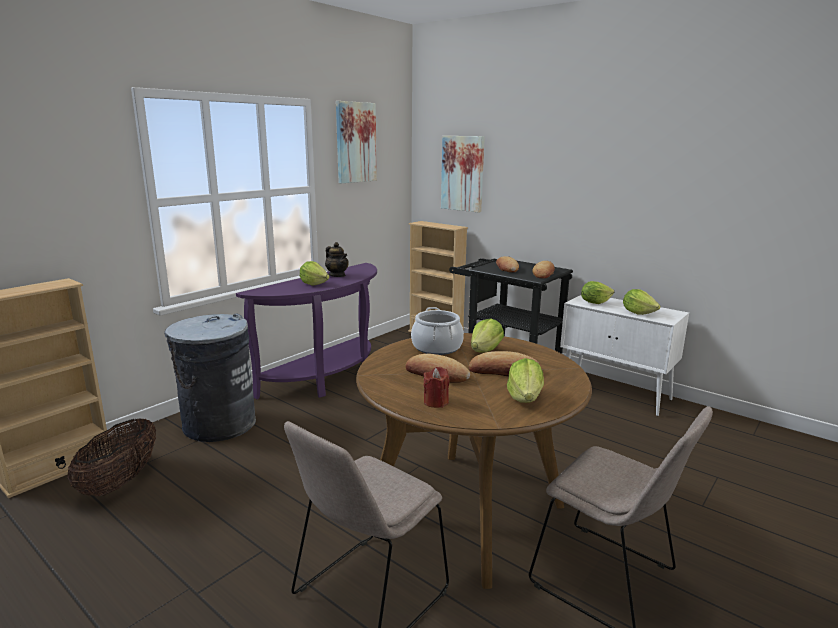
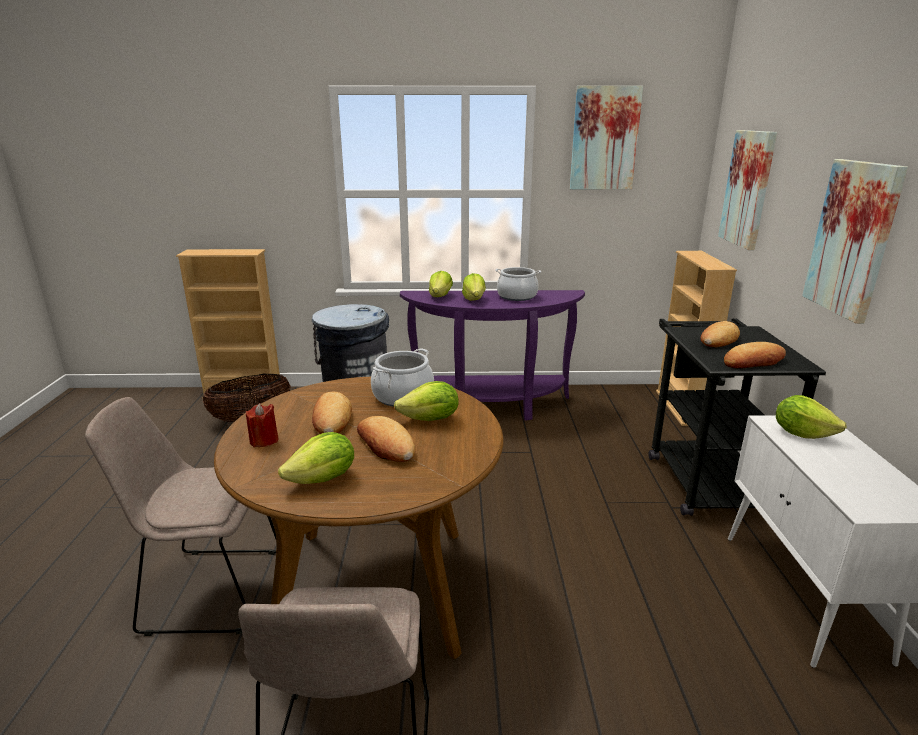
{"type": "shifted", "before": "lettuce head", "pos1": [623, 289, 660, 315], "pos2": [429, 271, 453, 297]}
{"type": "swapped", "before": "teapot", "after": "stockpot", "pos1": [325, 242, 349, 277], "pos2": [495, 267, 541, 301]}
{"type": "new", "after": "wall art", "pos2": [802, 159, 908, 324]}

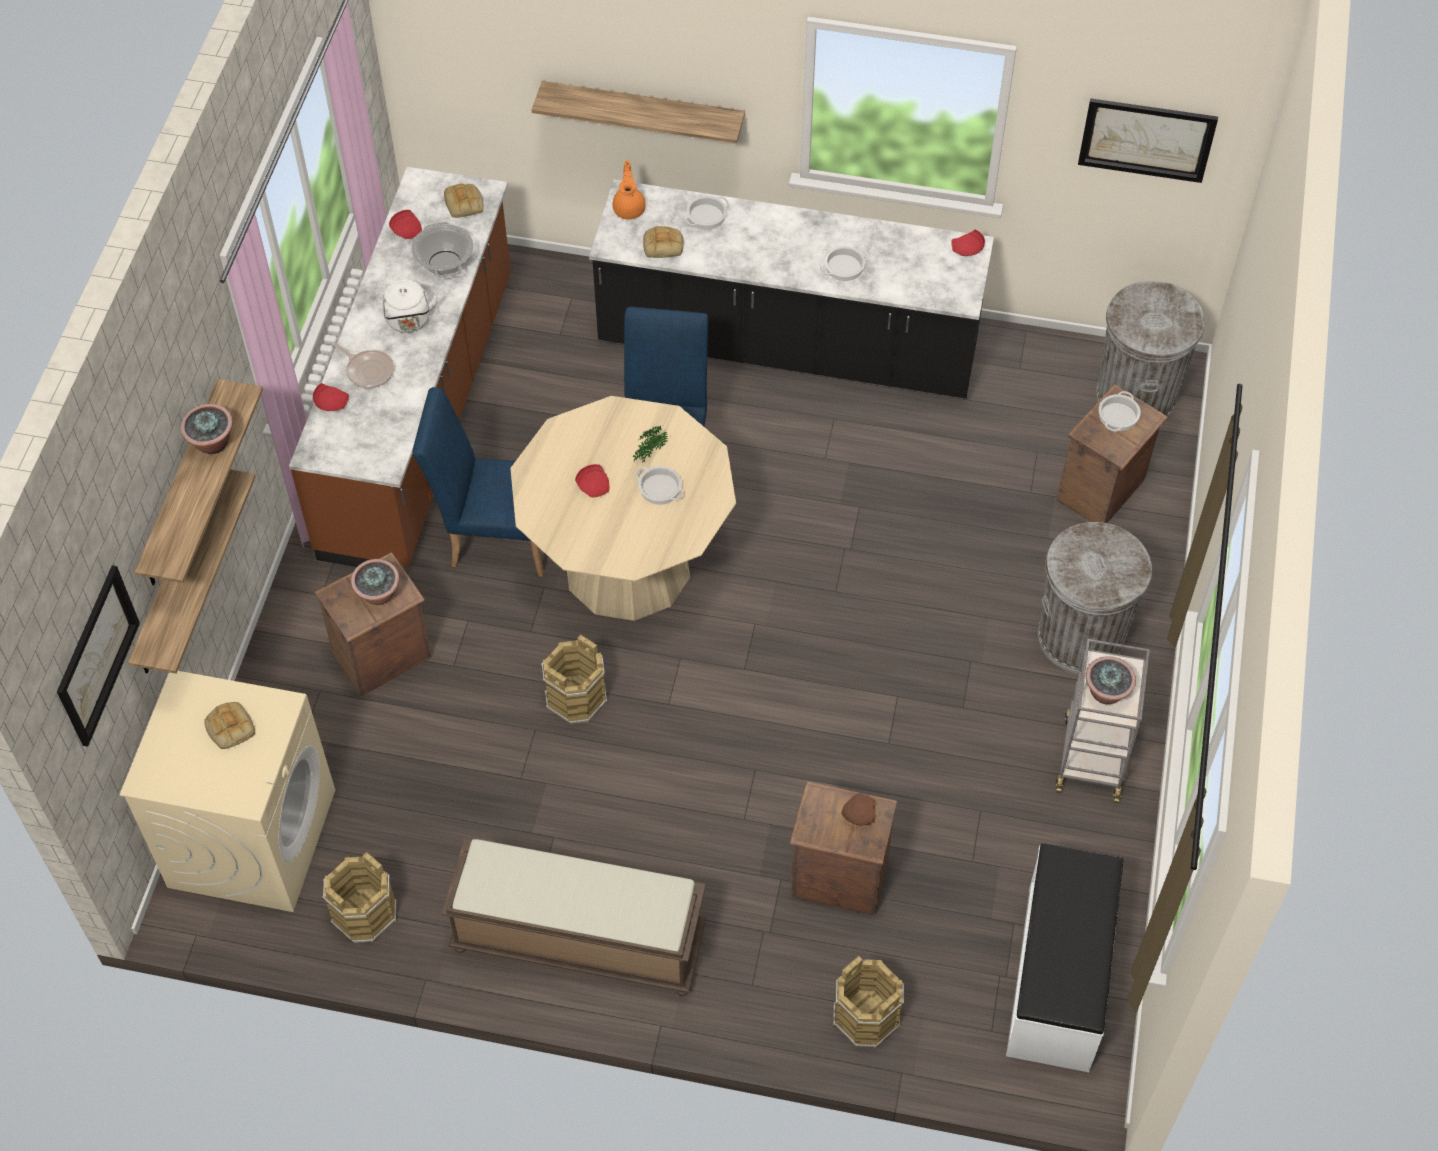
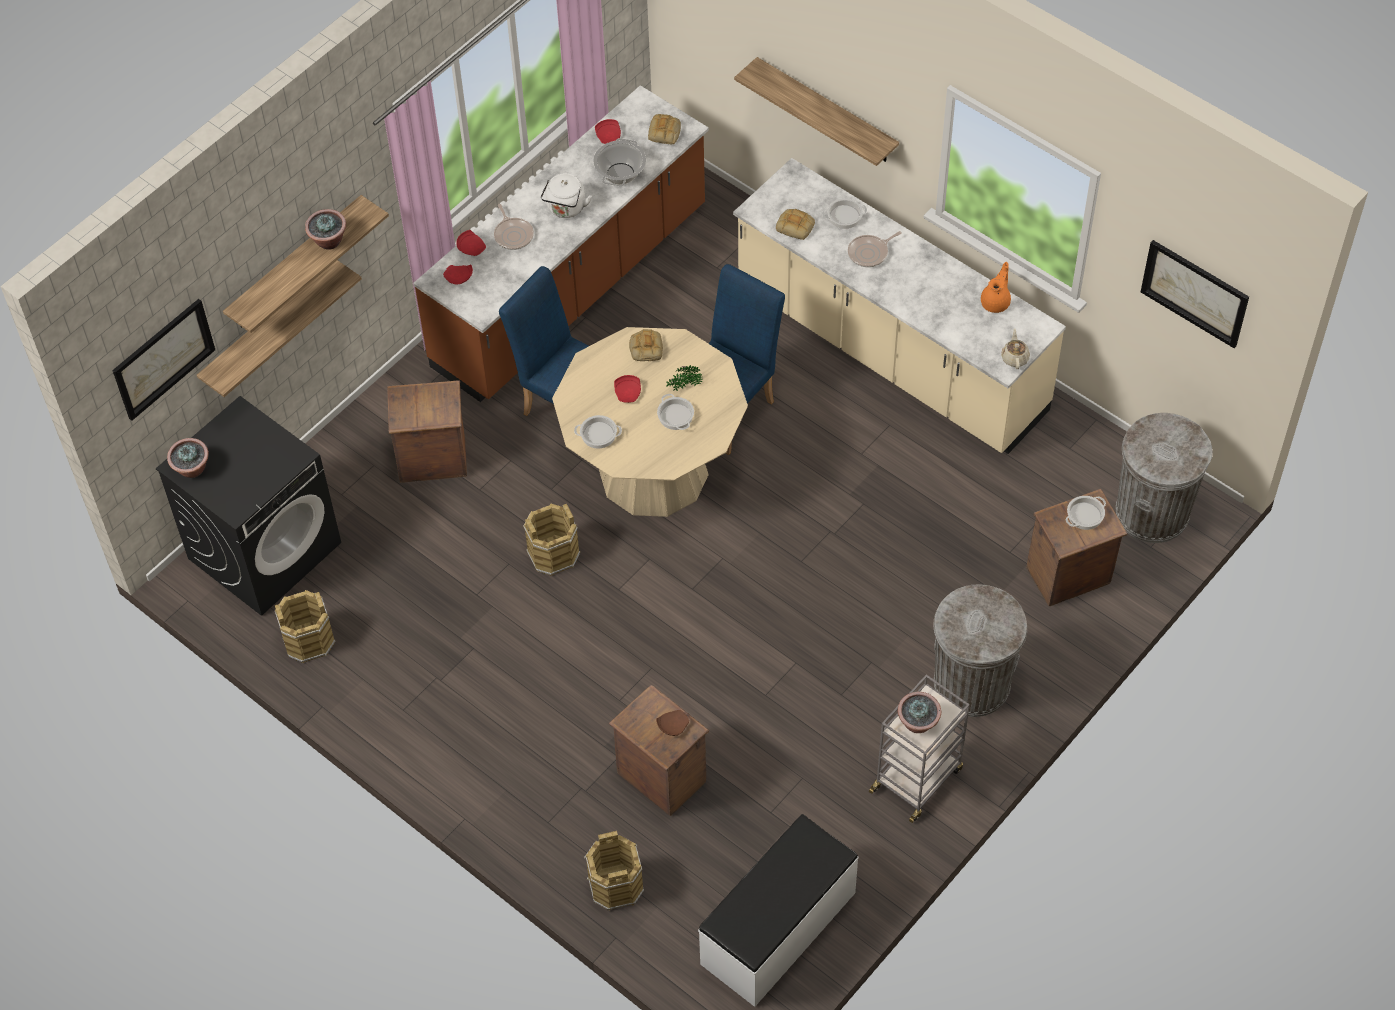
{"type": "repainted", "before": "sand-coloured laundry machine", "after": "black-coloured laundry machine", "pos1": [120, 671, 335, 912], "pos2": [156, 396, 341, 616]}
{"type": "shifted", "before": "potted plant", "pos1": [351, 559, 399, 605], "pos2": [167, 438, 209, 478]}
{"type": "shifted", "before": "reddish flat dish", "pos1": [951, 229, 985, 256], "pos2": [443, 264, 473, 284]}
{"type": "shifted", "before": "stockpot", "pos1": [820, 246, 869, 281], "pos2": [574, 415, 622, 449]}
{"type": "shifted", "before": "bread", "pos1": [204, 702, 255, 749], "pos2": [629, 329, 663, 361]}
{"type": "repainted", "before": "black-coloured kitchen base unit", "after": "sand-coloured kitchen base unit", "pos1": [589, 180, 994, 399], "pos2": [733, 158, 1066, 454]}
{"type": "new", "after": "frying pan", "pos2": [848, 231, 902, 267]}
{"type": "shifted", "before": "orange teapot", "pos1": [613, 160, 646, 220], "pos2": [981, 262, 1011, 313]}
{"type": "new", "after": "sand-coloured teapot", "pos2": [1001, 328, 1030, 369]}
{"type": "gone", "before": "brown-coloured bench", "pos1": [441, 839, 706, 996]}

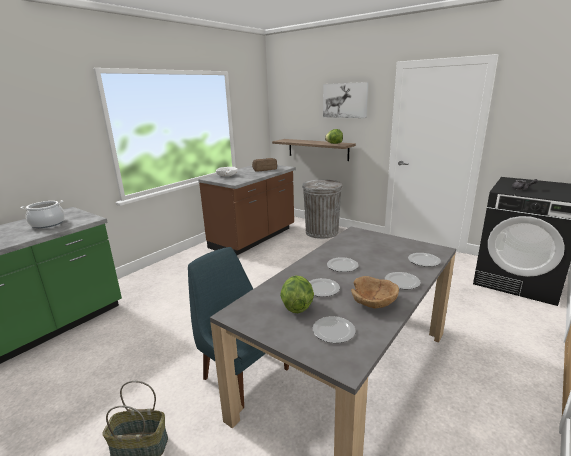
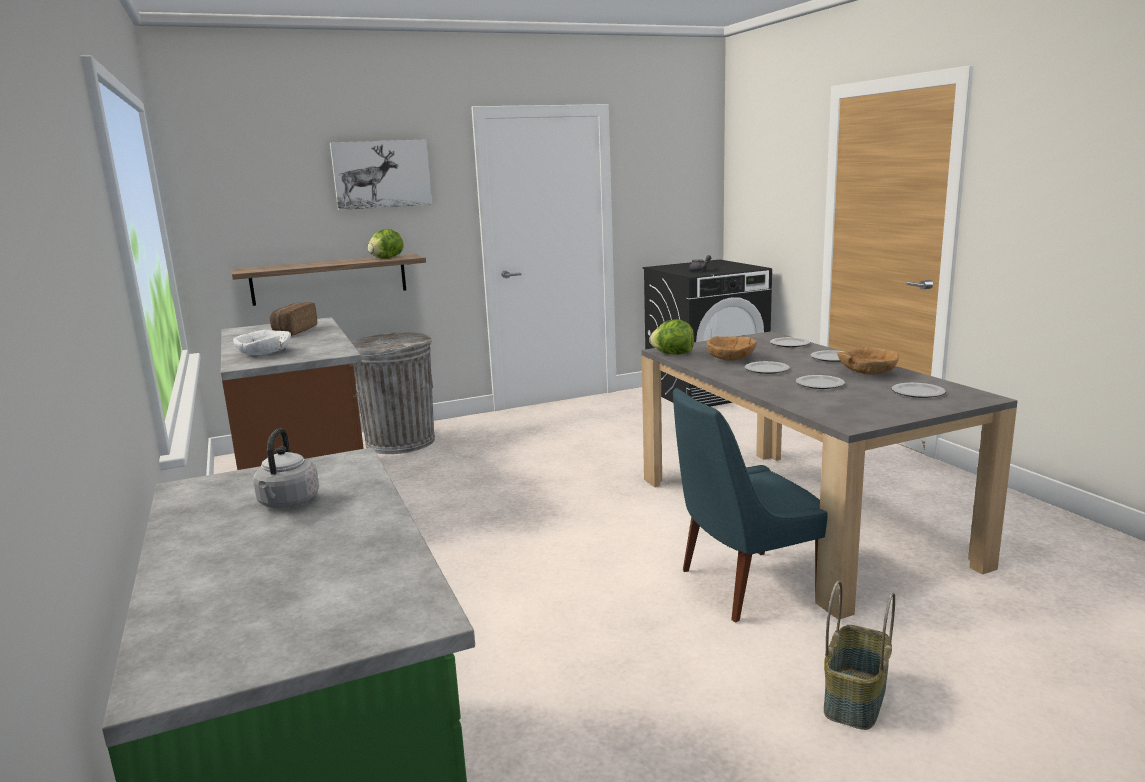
{"type": "swapped", "before": "stockpot", "after": "grey tea kettle", "pos1": [21, 200, 65, 228], "pos2": [253, 428, 319, 508]}
{"type": "shifted", "before": "lettuce head", "pos1": [280, 275, 314, 313], "pos2": [649, 319, 694, 355]}
{"type": "new", "after": "brown-coloured serving bowl", "pos2": [707, 336, 757, 361]}

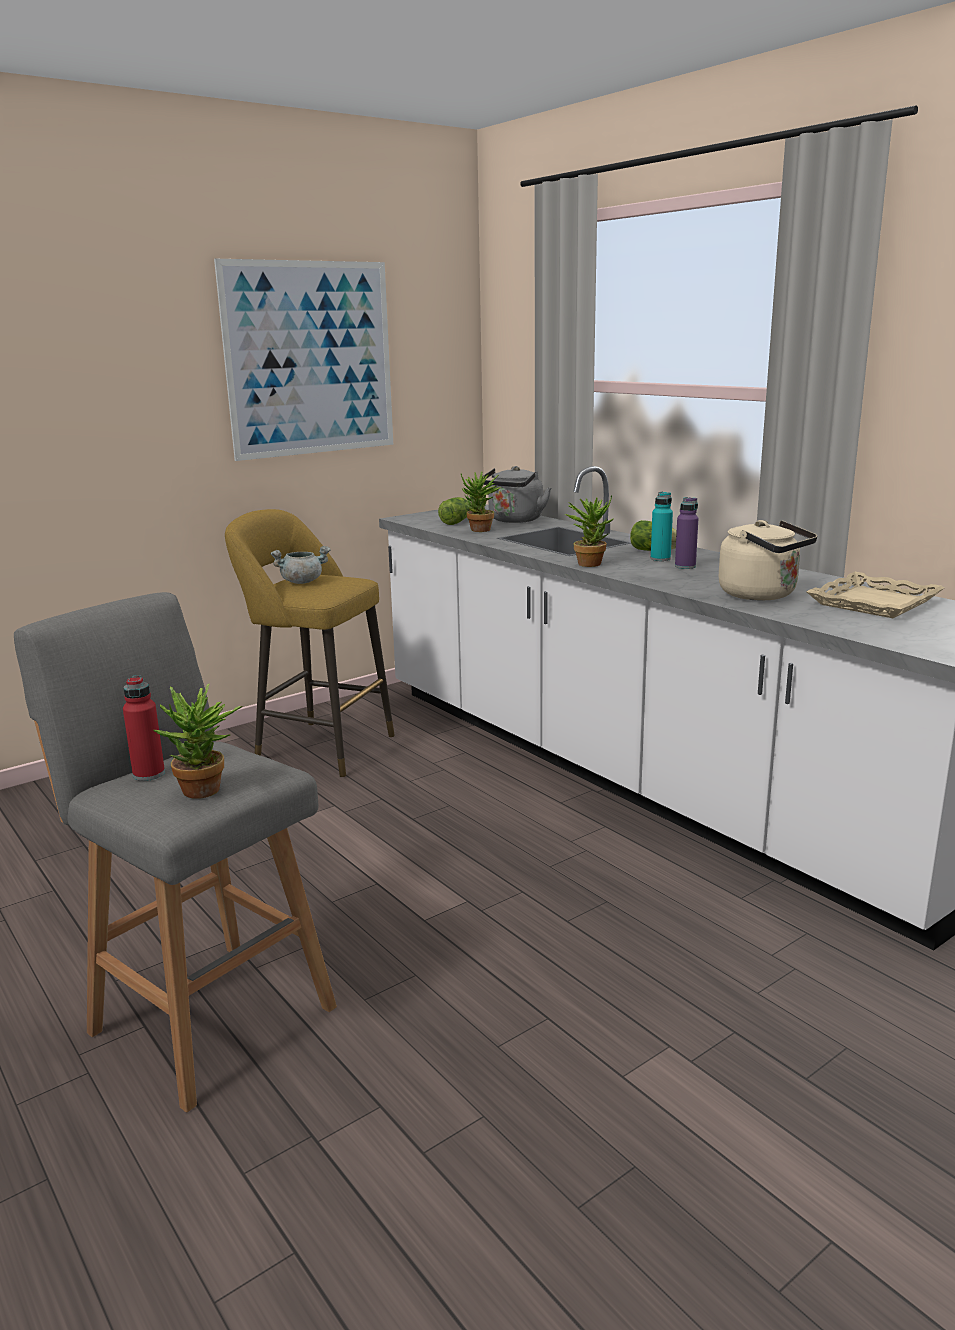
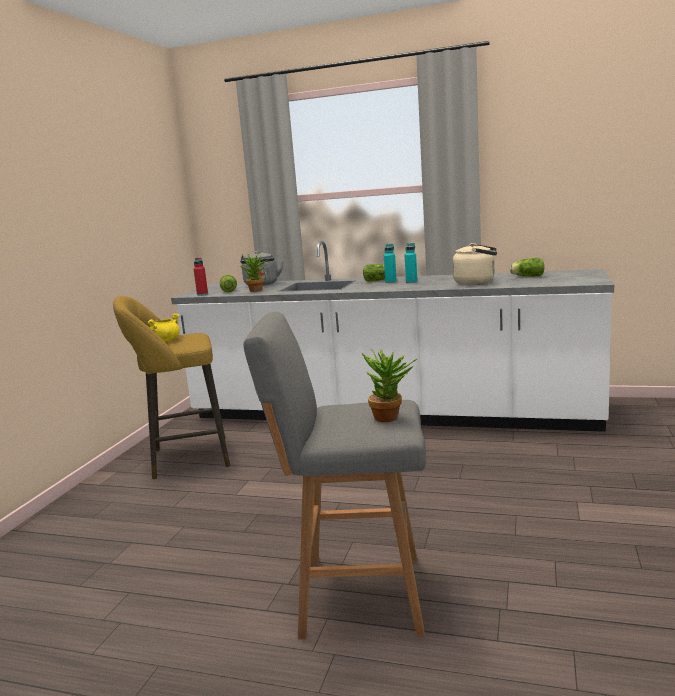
{"type": "repainted", "before": "grey stockpot", "after": "yellow stockpot", "pos1": [270, 546, 331, 584], "pos2": [147, 313, 180, 342]}
{"type": "shifted", "before": "reddish drink bottle", "pos1": [123, 675, 165, 781], "pos2": [194, 258, 208, 296]}
{"type": "repainted", "before": "purple-coloured drink bottle", "after": "blue-green drink bottle", "pos1": [675, 497, 698, 569], "pos2": [405, 243, 418, 283]}
{"type": "swapped", "before": "sand-coloured carrying tray", "after": "lettuce head", "pos1": [807, 572, 944, 618], "pos2": [509, 258, 544, 277]}
{"type": "gone", "before": "wall art", "pos1": [214, 259, 393, 461]}
{"type": "gone", "before": "potted plant", "pos1": [565, 495, 613, 567]}

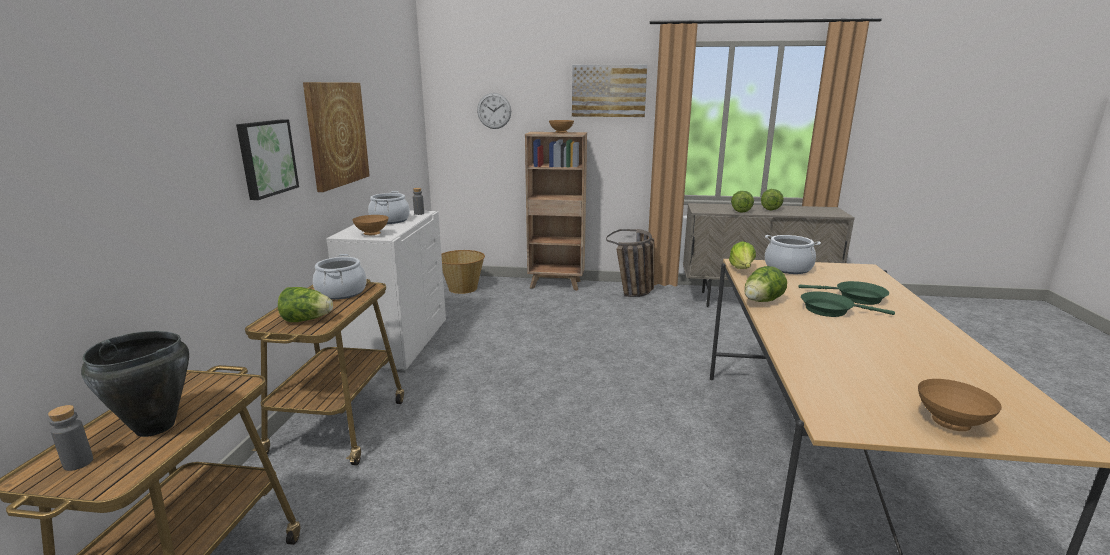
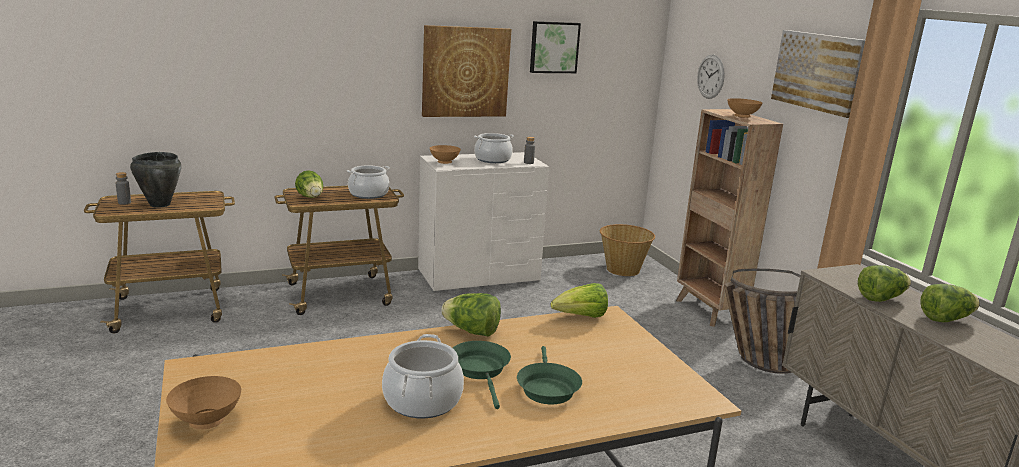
{"type": "shifted", "before": "stockpot", "pos1": [765, 235, 821, 274], "pos2": [382, 334, 464, 418]}
{"type": "shifted", "before": "wall art", "pos1": [236, 119, 299, 200], "pos2": [530, 21, 581, 73]}

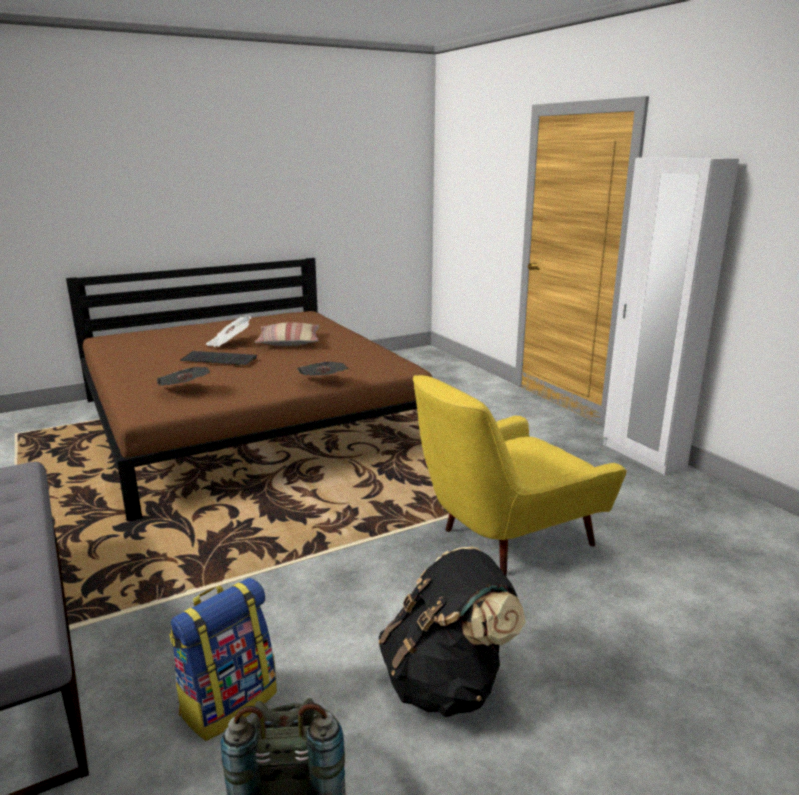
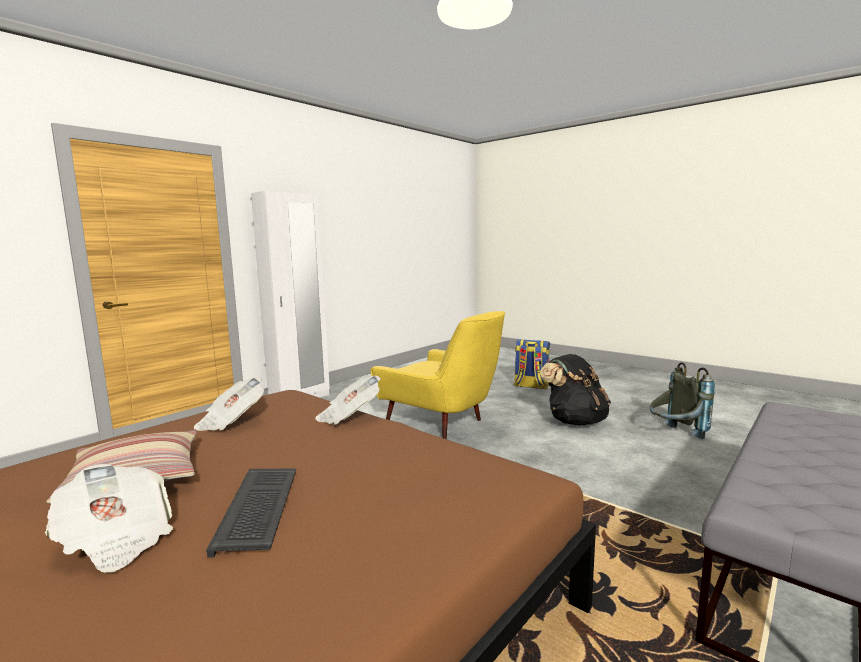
{"type": "shifted", "before": "daily paper", "pos1": [157, 367, 210, 386], "pos2": [194, 377, 264, 431]}
{"type": "shifted", "before": "rucksack", "pos1": [169, 578, 277, 741], "pos2": [514, 339, 550, 389]}

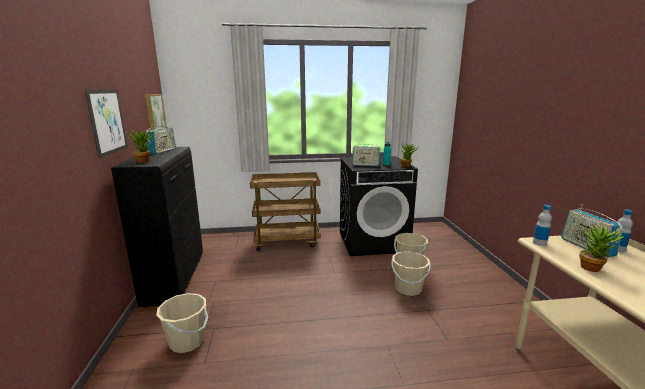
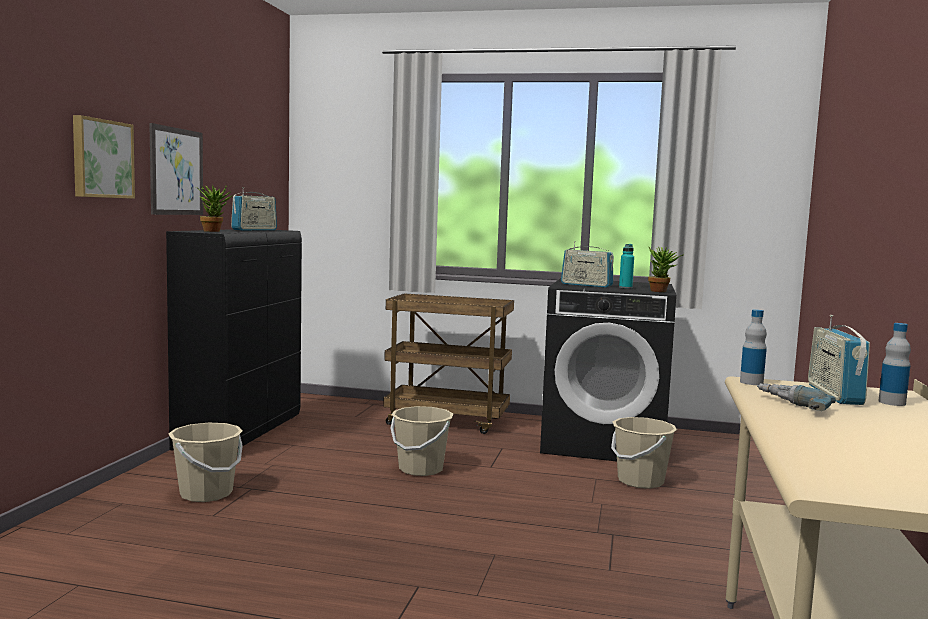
{"type": "shifted", "before": "wall art", "pos1": [145, 94, 166, 130], "pos2": [73, 115, 135, 199]}
{"type": "shifted", "before": "sand-coloured bucket", "pos1": [391, 251, 430, 296], "pos2": [391, 406, 453, 476]}
{"type": "swapped", "before": "potted plant", "after": "drill", "pos1": [579, 223, 625, 272], "pos2": [757, 383, 836, 411]}

